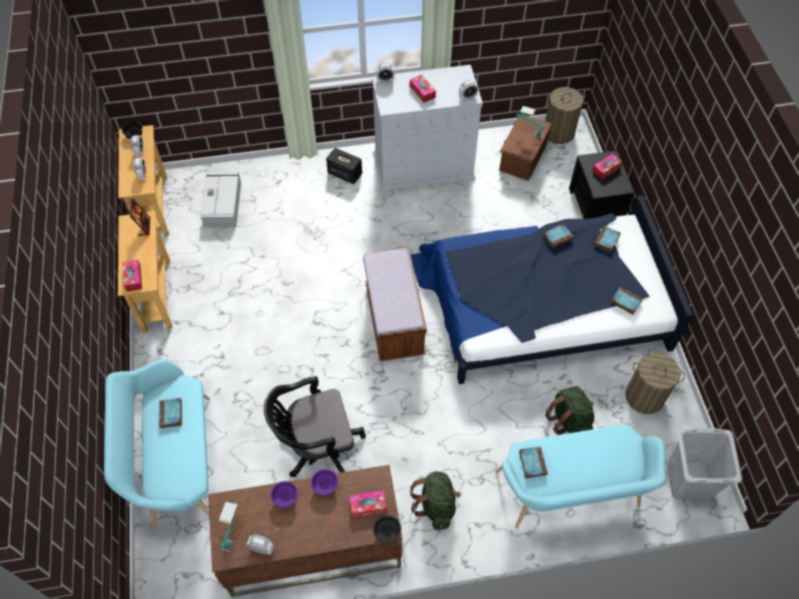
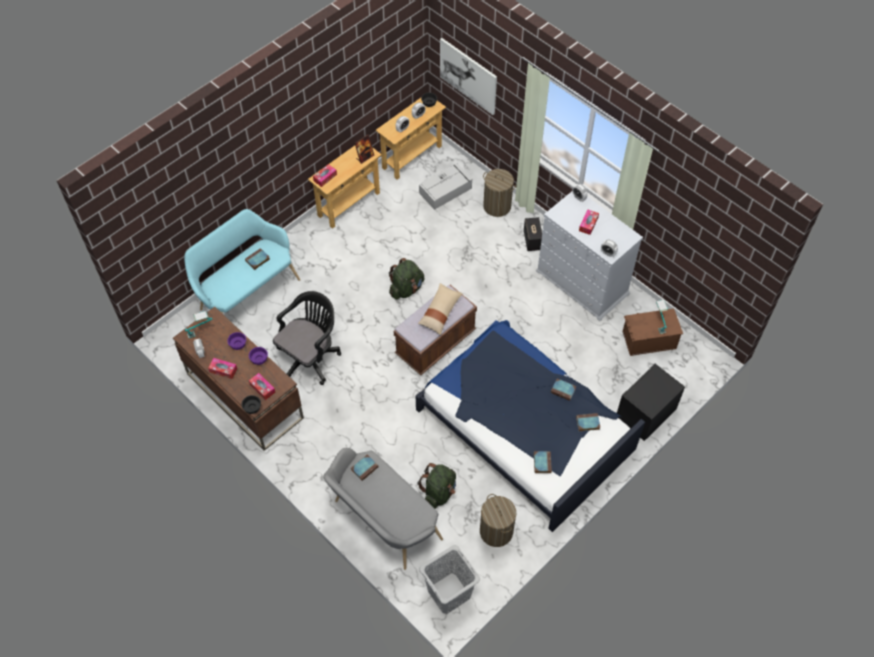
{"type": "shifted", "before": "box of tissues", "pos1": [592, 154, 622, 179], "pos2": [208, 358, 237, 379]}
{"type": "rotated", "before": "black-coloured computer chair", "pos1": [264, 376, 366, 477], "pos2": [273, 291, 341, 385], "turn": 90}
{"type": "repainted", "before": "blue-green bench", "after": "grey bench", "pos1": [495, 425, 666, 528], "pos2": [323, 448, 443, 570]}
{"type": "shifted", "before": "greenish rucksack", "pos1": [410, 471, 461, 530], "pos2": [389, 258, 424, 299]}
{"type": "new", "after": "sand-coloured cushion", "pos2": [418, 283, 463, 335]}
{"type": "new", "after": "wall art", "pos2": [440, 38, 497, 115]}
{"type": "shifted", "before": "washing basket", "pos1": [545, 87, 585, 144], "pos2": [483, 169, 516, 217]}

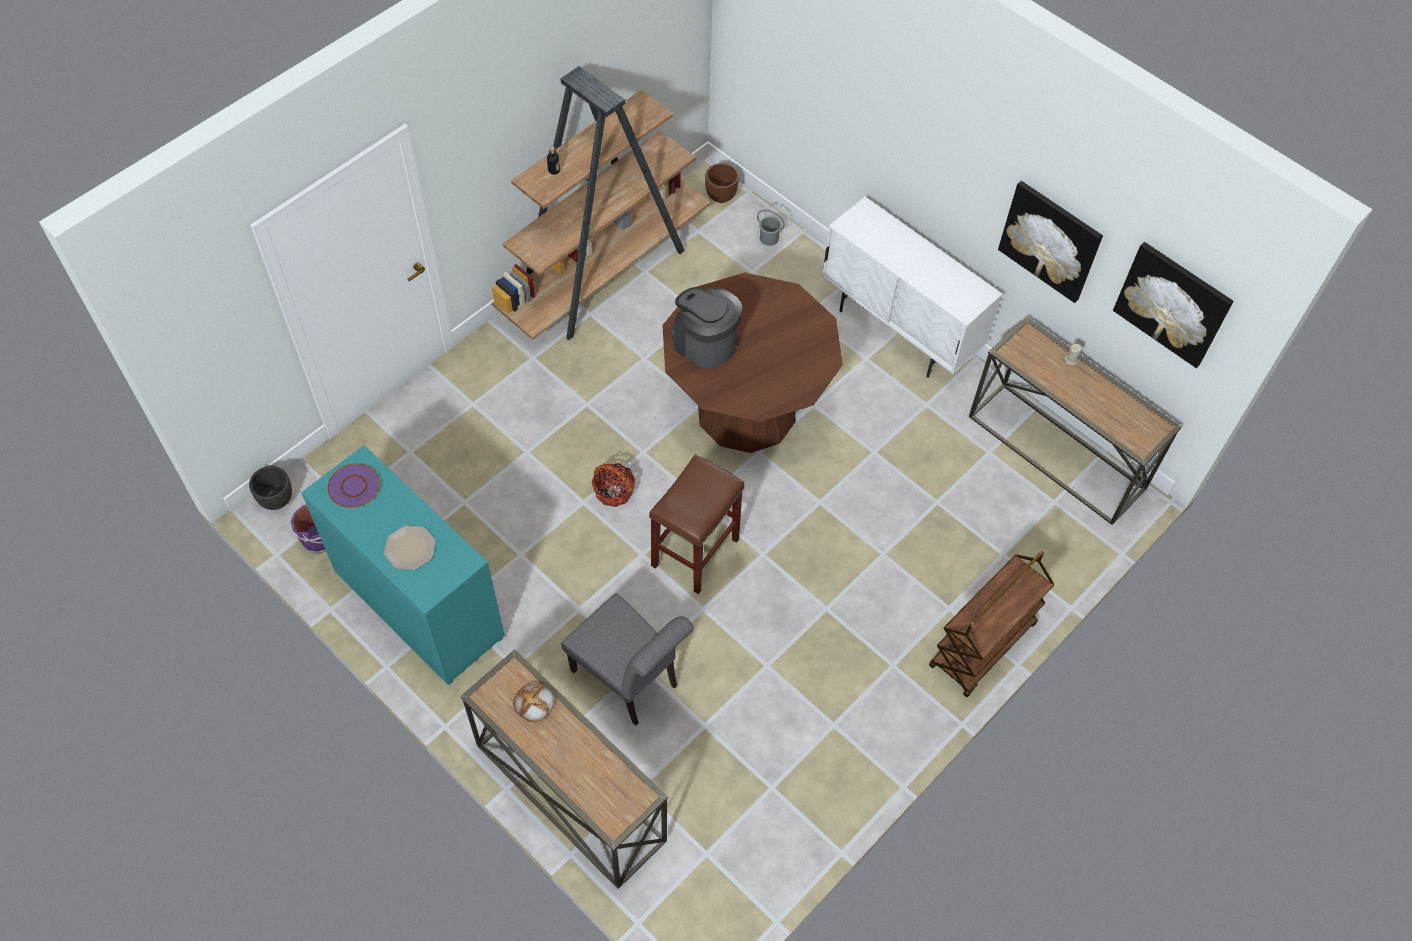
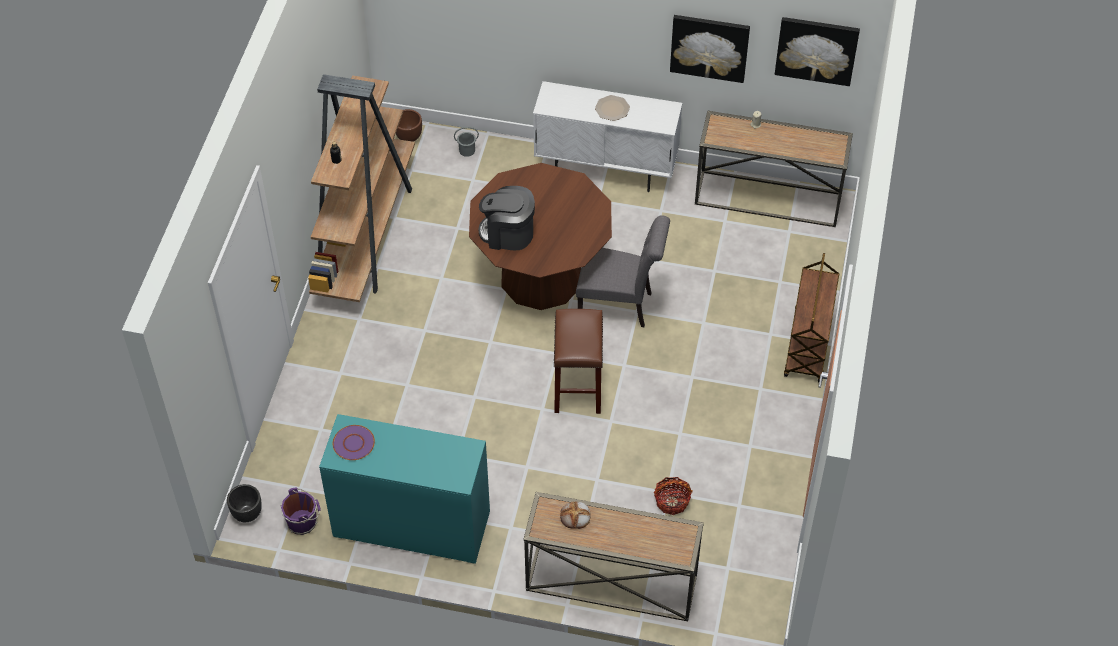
{"type": "shifted", "before": "grey upright chair", "pos1": [561, 593, 694, 726], "pos2": [576, 215, 670, 327]}
{"type": "shifted", "before": "flat dish", "pos1": [384, 525, 436, 570], "pos2": [595, 95, 630, 121]}
{"type": "shifted", "before": "household basket", "pos1": [592, 463, 635, 507], "pos2": [654, 477, 693, 515]}

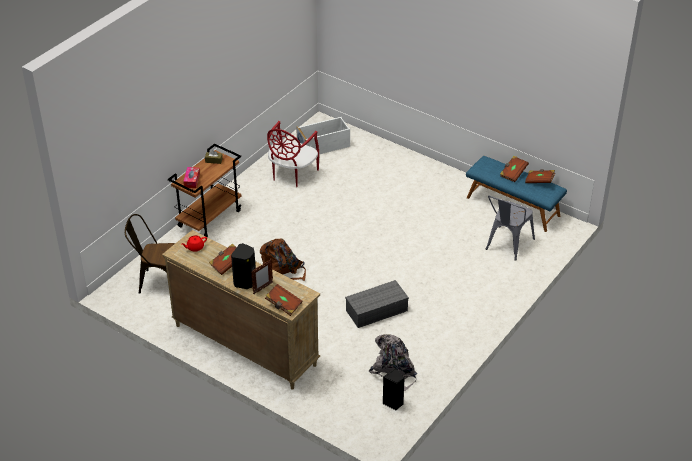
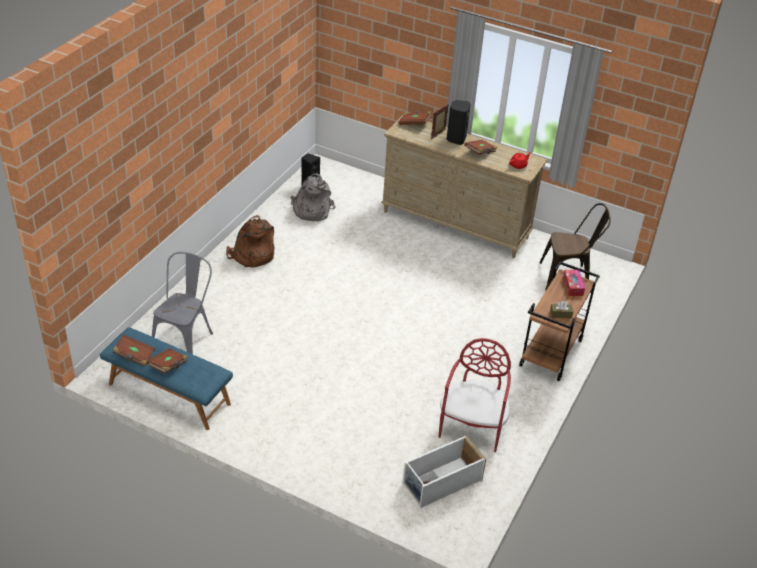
{"type": "shifted", "before": "brown-coloured rucksack", "pos1": [260, 238, 306, 281], "pos2": [226, 215, 275, 268]}
{"type": "gone", "before": "grey storage bin", "pos1": [345, 280, 409, 328]}

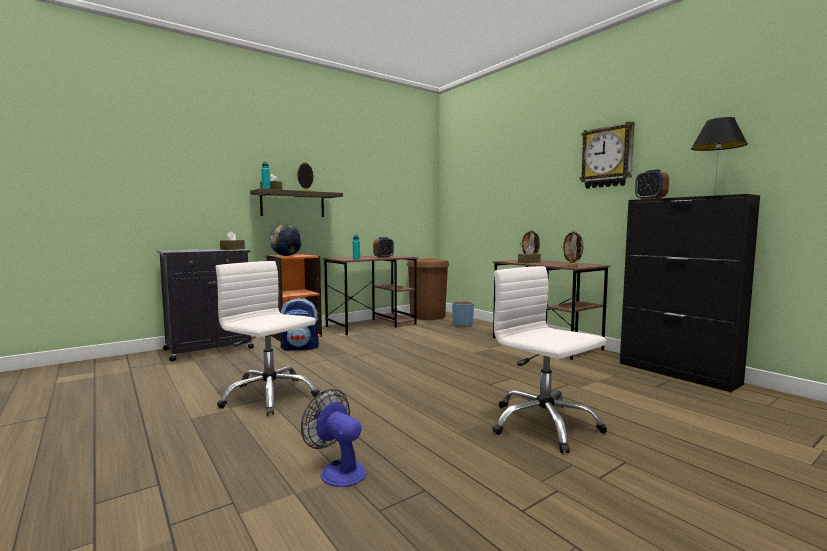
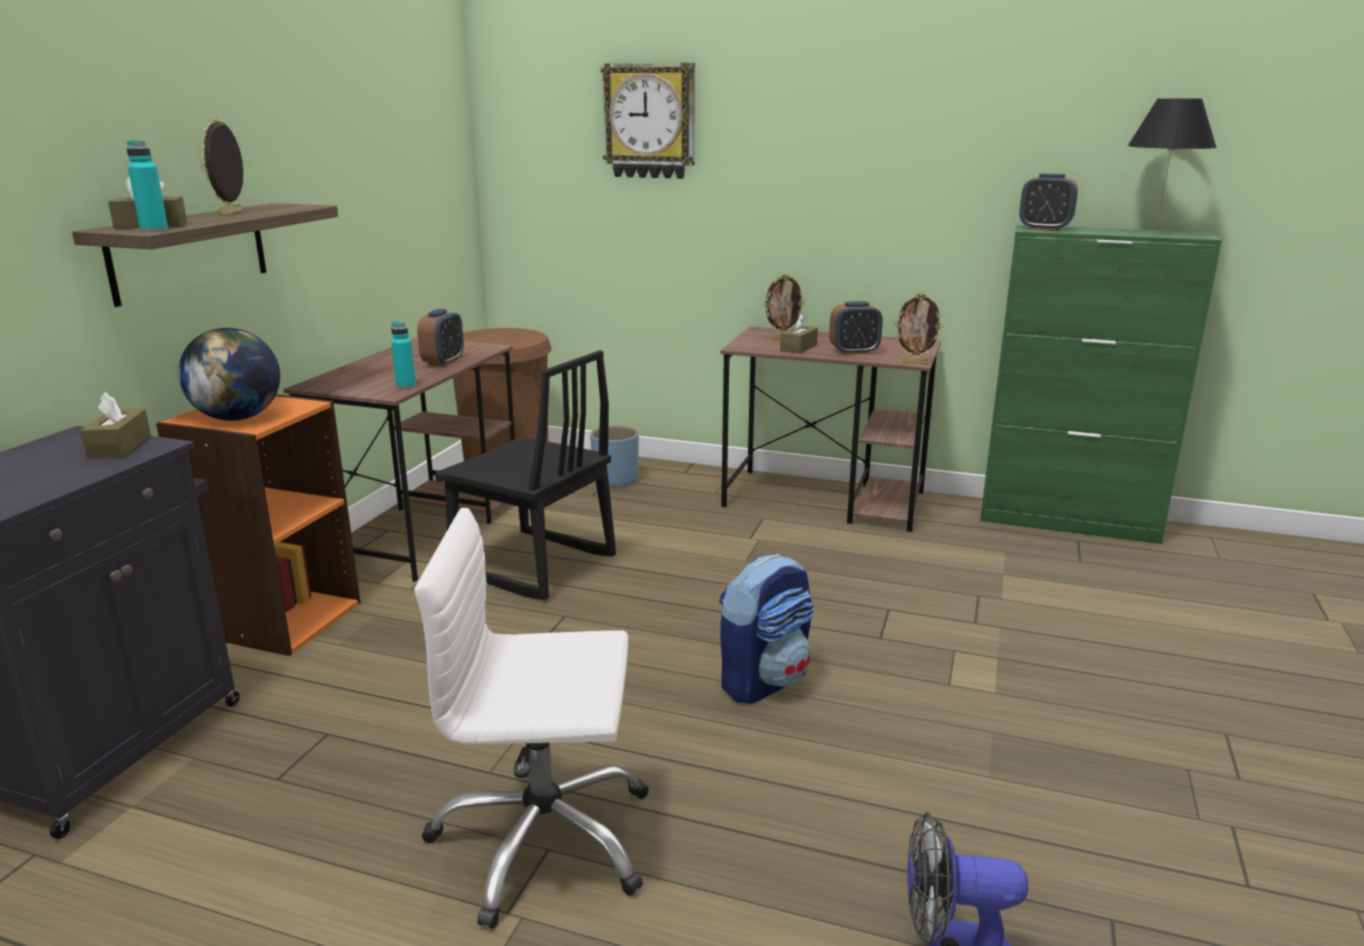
{"type": "new", "after": "black-coloured upright chair", "pos2": [435, 350, 616, 600]}
{"type": "shifted", "before": "wall clock", "pos1": [580, 122, 635, 188], "pos2": [601, 63, 695, 179]}
{"type": "shifted", "before": "rucksack", "pos1": [281, 298, 319, 350], "pos2": [719, 554, 815, 704]}
{"type": "new", "after": "alarm clock", "pos2": [829, 301, 883, 355]}
{"type": "repainted", "before": "black-coloured cupboard", "after": "greenish cupboard", "pos1": [620, 194, 760, 392], "pos2": [980, 225, 1222, 544]}
{"type": "gone", "before": "white-coloured computer chair", "pos1": [492, 266, 607, 453]}

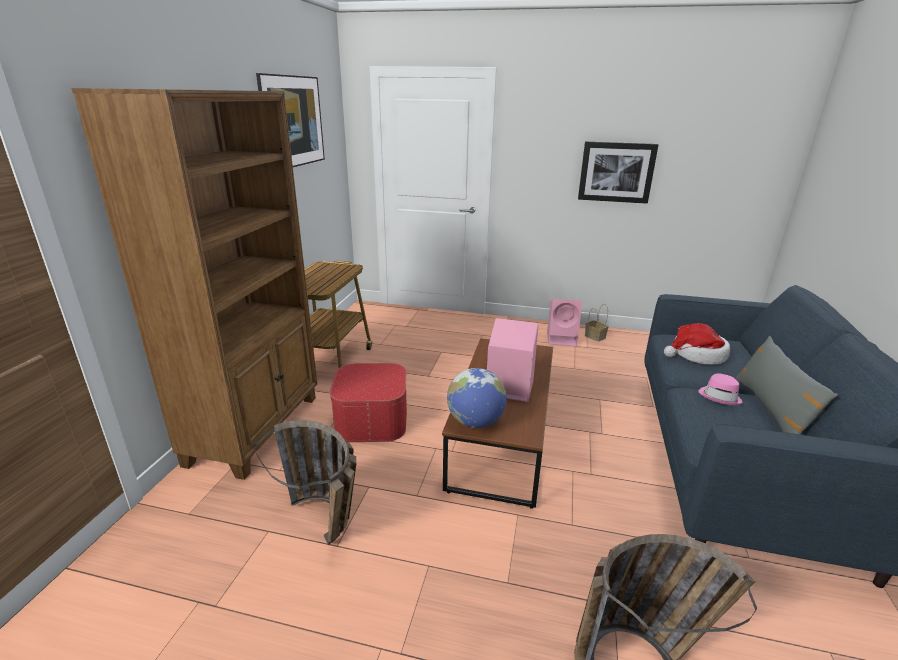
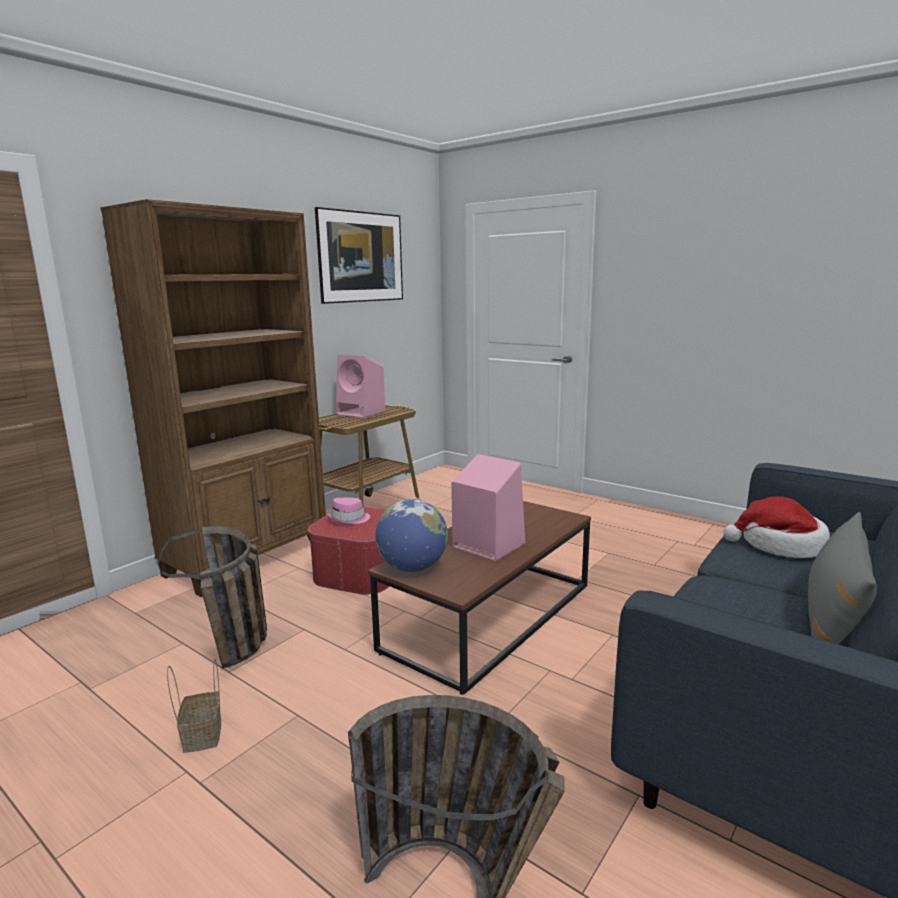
{"type": "shifted", "before": "household basket", "pos1": [585, 304, 609, 342], "pos2": [167, 659, 221, 753]}
{"type": "shifted", "before": "pinkish hat", "pos1": [698, 374, 742, 405], "pos2": [327, 498, 370, 525]}
{"type": "shifted", "before": "pinkish audio speaker", "pos1": [547, 299, 582, 346], "pos2": [336, 355, 385, 418]}
{"type": "gone", "before": "wall art", "pos1": [578, 142, 659, 204]}

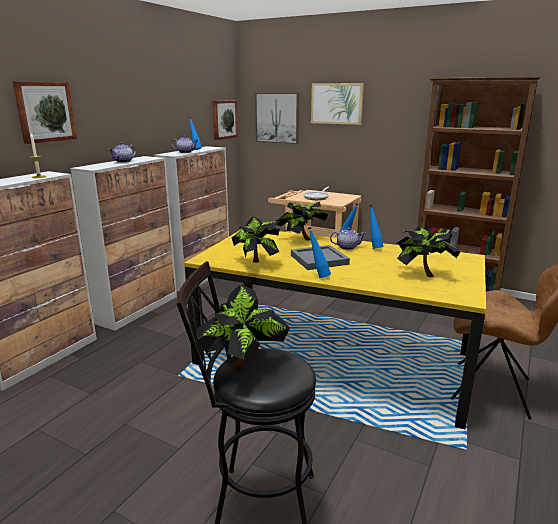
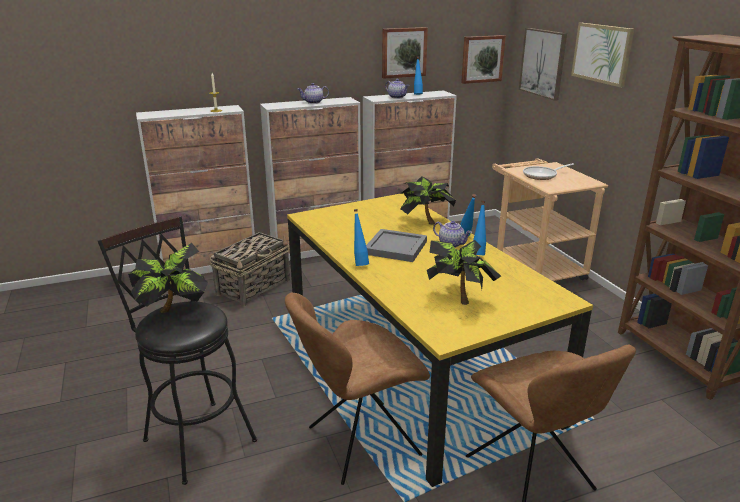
{"type": "new", "after": "household basket", "pos2": [210, 232, 290, 306]}
{"type": "new", "after": "brown-coloured upright chair", "pos2": [285, 293, 430, 485]}
{"type": "shifted", "before": "wall art", "pos1": [13, 81, 77, 144], "pos2": [382, 27, 428, 79]}
{"type": "gone", "before": "potted plant", "pos1": [232, 216, 282, 263]}

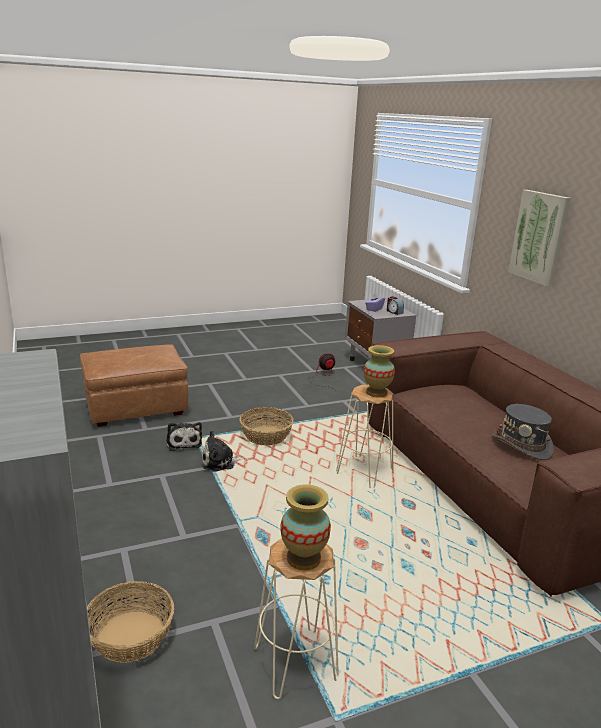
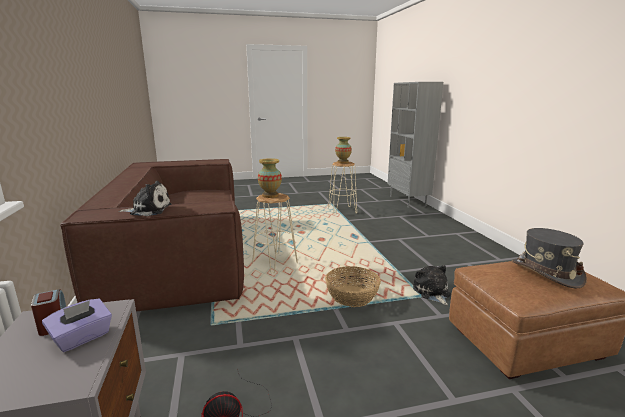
{"type": "shifted", "before": "soft toy", "pos1": [202, 431, 245, 472], "pos2": [119, 181, 171, 216]}
{"type": "shifted", "before": "grey hat", "pos1": [493, 404, 554, 460], "pos2": [512, 228, 587, 289]}
{"type": "gone", "before": "household basket", "pos1": [87, 581, 174, 663]}
{"type": "gone", "before": "wall art", "pos1": [508, 190, 571, 287]}

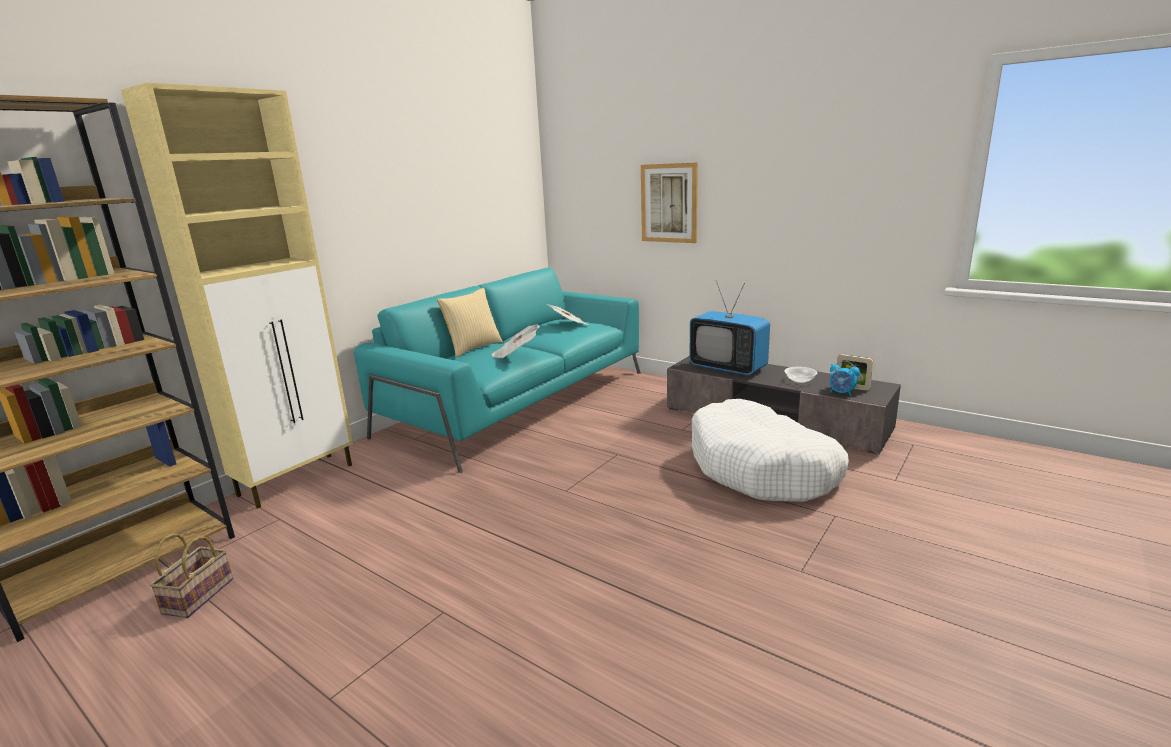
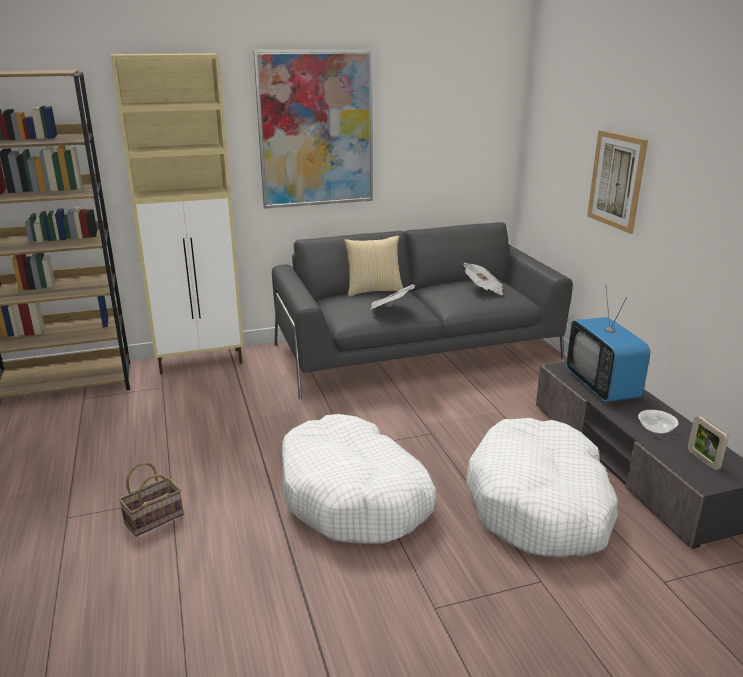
{"type": "shifted", "before": "household basket", "pos1": [150, 534, 233, 618], "pos2": [118, 462, 184, 537]}
{"type": "new", "after": "wall art", "pos2": [253, 49, 373, 209]}
{"type": "repainted", "before": "blue-green settee", "after": "grey settee", "pos1": [354, 267, 641, 473], "pos2": [272, 222, 573, 400]}
{"type": "new", "after": "white-coloured pet bed", "pos2": [282, 414, 436, 543]}
{"type": "gone", "before": "alarm clock", "pos1": [829, 361, 860, 397]}

